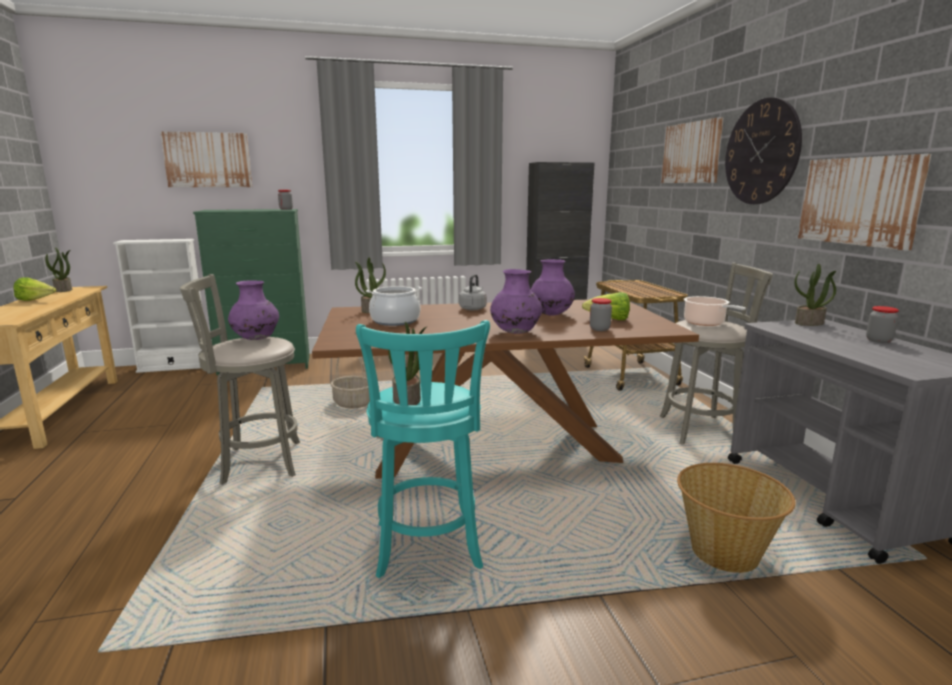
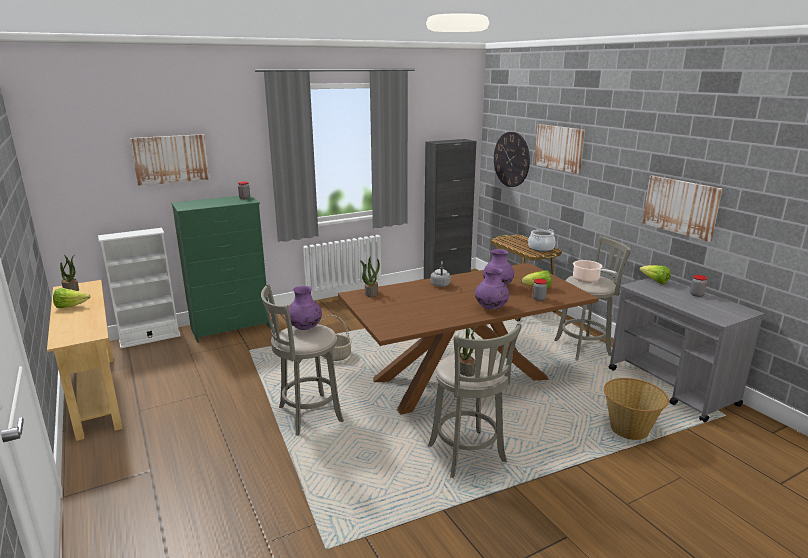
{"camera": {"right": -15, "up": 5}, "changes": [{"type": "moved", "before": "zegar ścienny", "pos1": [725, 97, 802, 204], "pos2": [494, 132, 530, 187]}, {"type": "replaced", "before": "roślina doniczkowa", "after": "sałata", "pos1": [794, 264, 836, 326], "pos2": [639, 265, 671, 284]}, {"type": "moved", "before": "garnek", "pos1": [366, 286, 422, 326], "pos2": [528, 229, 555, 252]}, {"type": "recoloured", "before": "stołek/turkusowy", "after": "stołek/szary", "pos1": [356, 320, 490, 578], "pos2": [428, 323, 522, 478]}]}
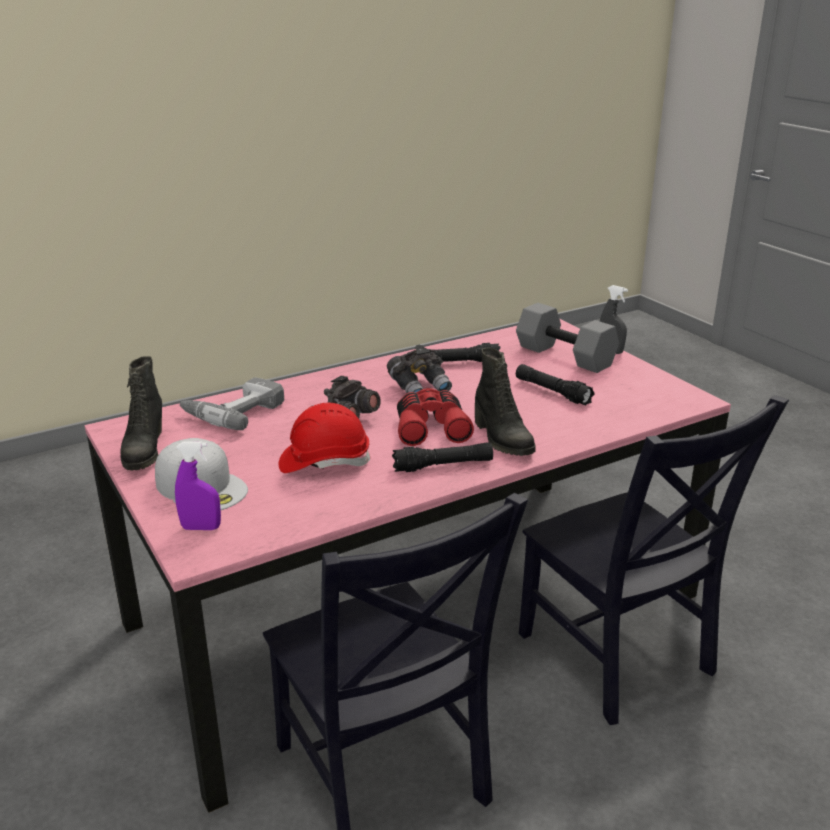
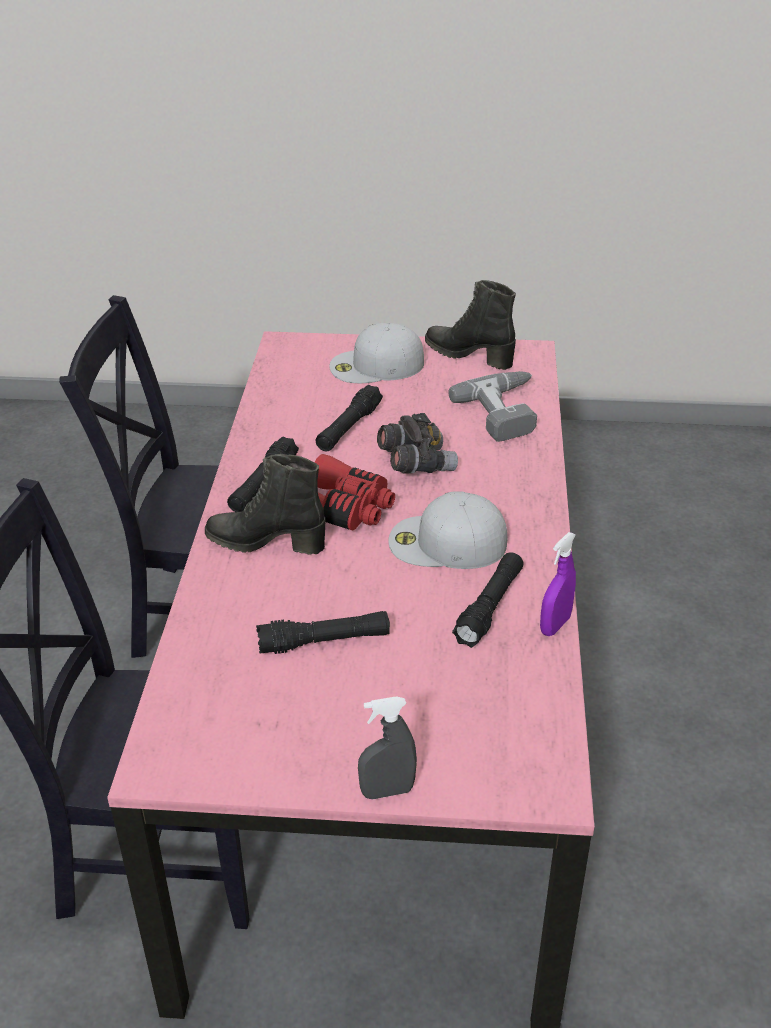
{"camera": {"right": 125, "up": 10}, "changes": [{"type": "removed", "before": "hantel/szary", "pos1": [516, 303, 619, 373]}, {"type": "replaced", "before": "lornetka/szary", "after": "czapka z daszkiem/biały", "pos1": [387, 345, 452, 393], "pos2": [388, 491, 507, 569]}, {"type": "replaced", "before": "kask/czerwony", "after": "latarka/czarny", "pos1": [279, 403, 370, 473], "pos2": [316, 385, 383, 452]}, {"type": "moved", "before": "spryskiwacz/fioletowy", "pos1": [175, 442, 221, 530], "pos2": [540, 532, 576, 636]}]}
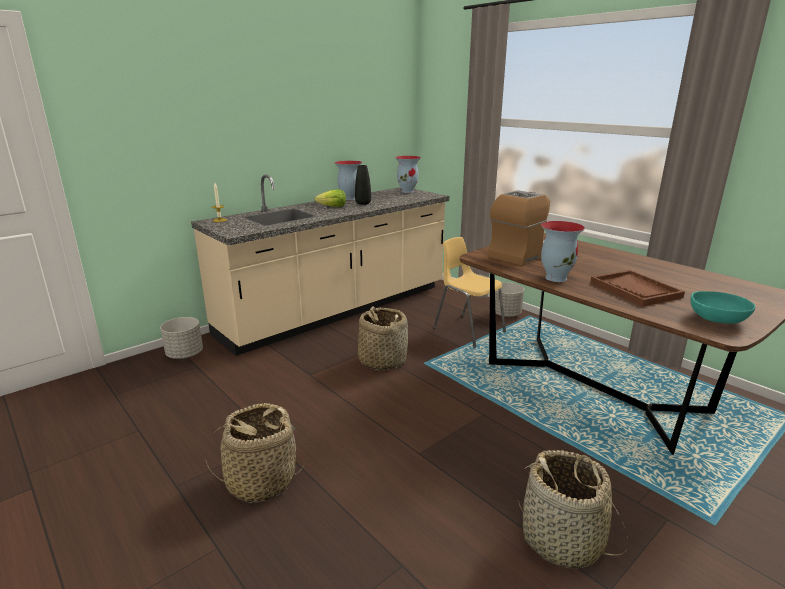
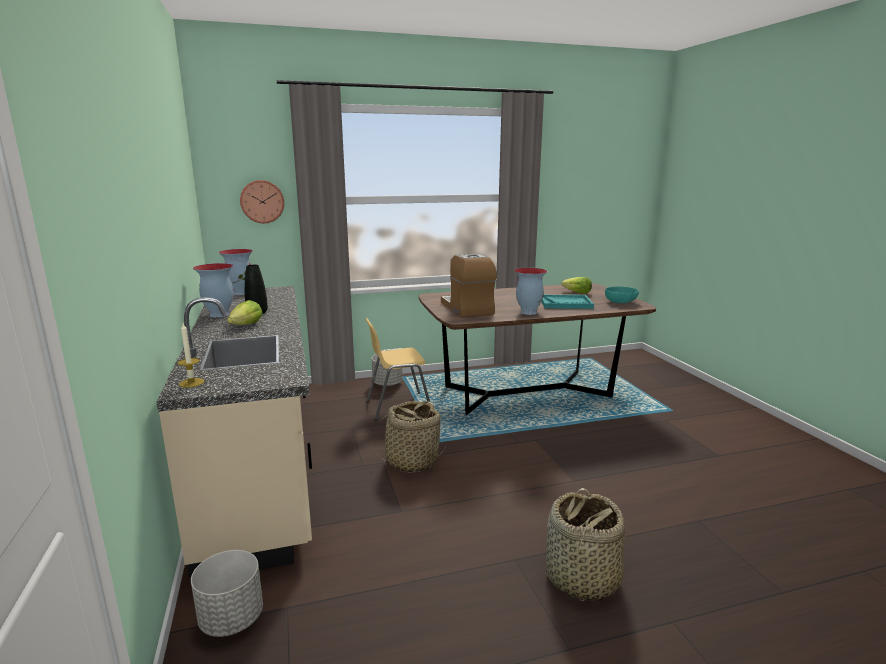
{"camera": {"right": -65, "up": -5}, "changes": [{"type": "recoloured", "before": "taca/brązowy", "after": "taca/turkusowy", "pos1": [590, 270, 685, 307], "pos2": [541, 295, 594, 309]}, {"type": "removed", "before": "koszyk", "pos1": [518, 450, 628, 569]}, {"type": "added", "after": "zegar ścienny", "pos2": [240, 180, 284, 223]}, {"type": "added", "after": "sałata", "pos2": [561, 277, 592, 294]}]}
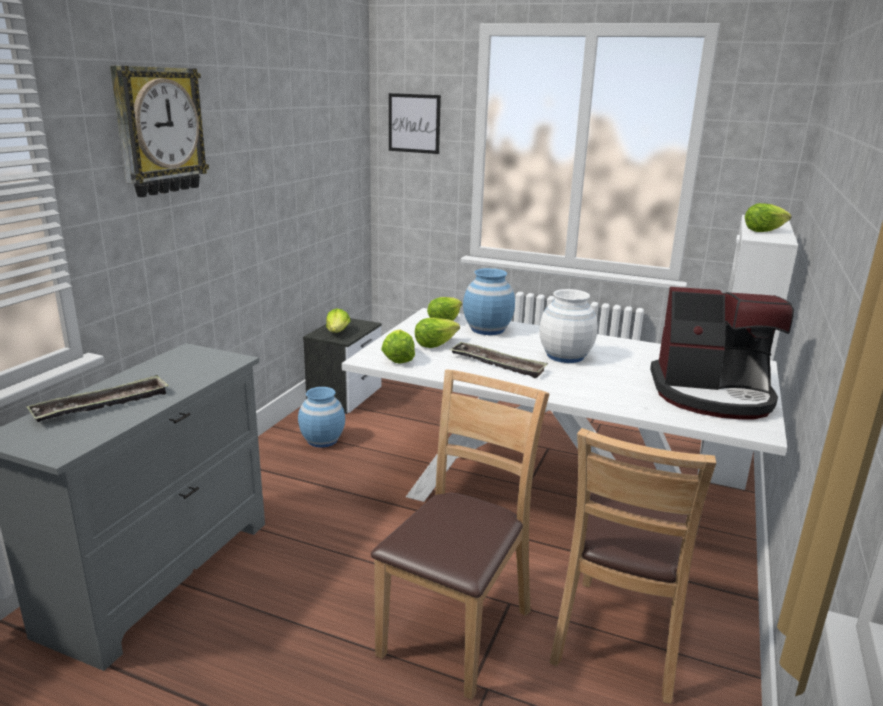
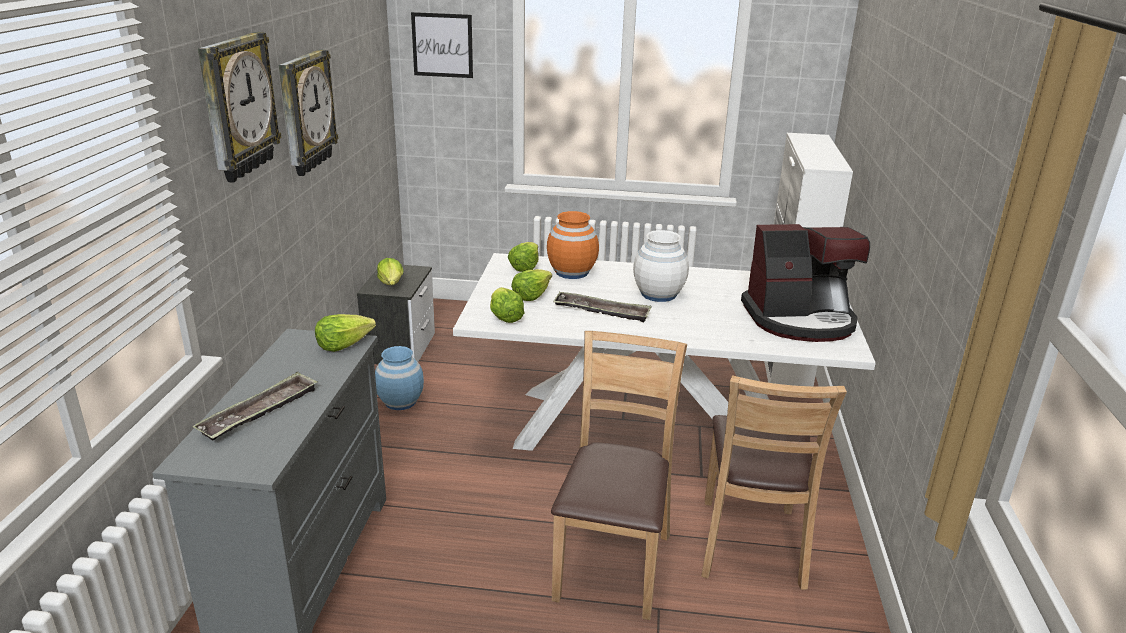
{"camera": {"right": -15, "up": 5}, "changes": [{"type": "moved", "before": "sałata", "pos1": [745, 203, 792, 232], "pos2": [315, 314, 376, 352]}, {"type": "recoloured", "before": "wazon/niebieski", "after": "wazon/pomarańczowy", "pos1": [463, 268, 515, 335], "pos2": [547, 211, 599, 279]}, {"type": "added", "after": "zegar ścienny", "pos2": [279, 49, 338, 176]}]}
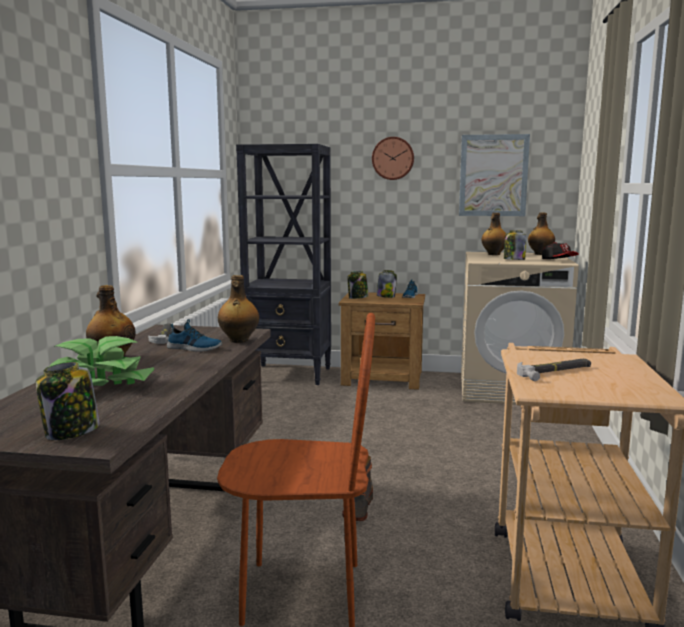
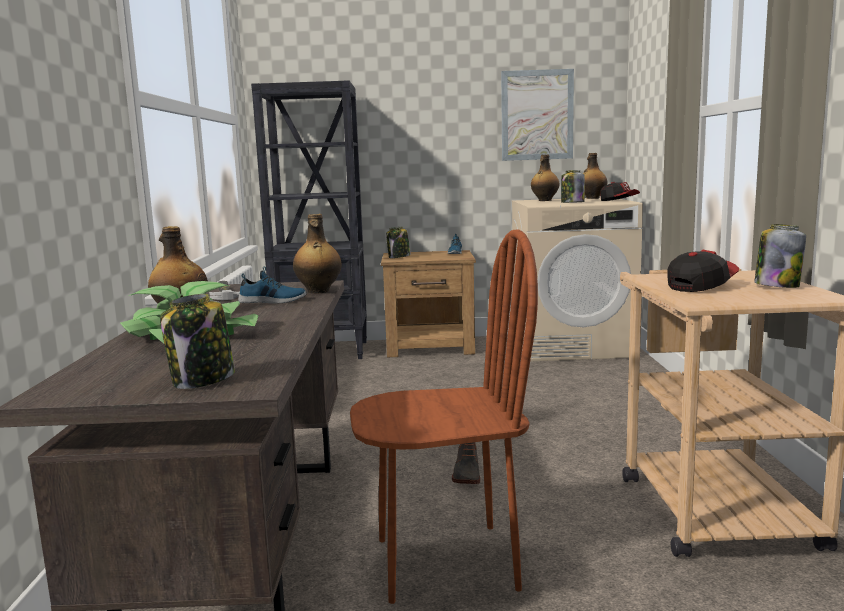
{"camera": {"right": -10, "up": 0}, "changes": [{"type": "removed", "before": "zegar ścienny", "pos1": [372, 137, 414, 180]}, {"type": "moved", "before": "słoik", "pos1": [377, 270, 397, 298], "pos2": [754, 224, 806, 288]}, {"type": "replaced", "before": "młotek", "after": "czapka z daszkiem", "pos1": [517, 359, 591, 381], "pos2": [668, 250, 739, 292]}]}
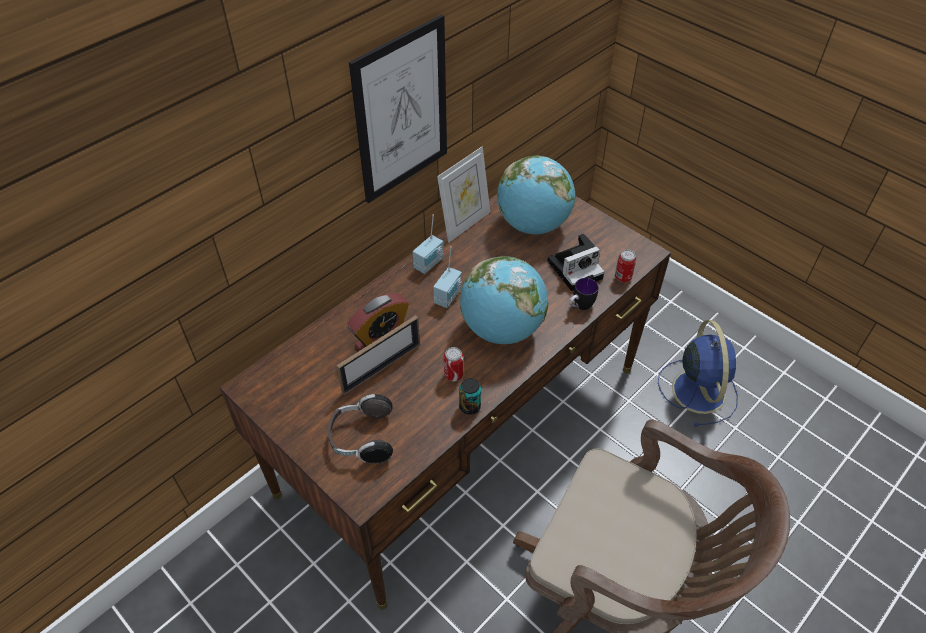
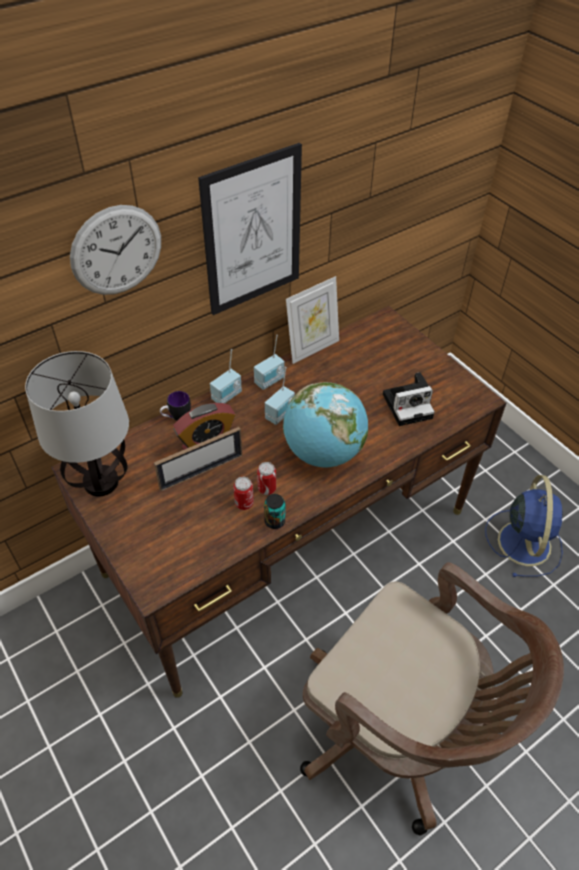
{"camera": {"right": 10, "up": 0}, "changes": [{"type": "removed", "before": "globus", "pos1": [497, 155, 576, 234]}, {"type": "moved", "before": "puszka", "pos1": [615, 250, 636, 282], "pos2": [233, 477, 254, 510]}, {"type": "moved", "before": "kubek", "pos1": [569, 278, 598, 310], "pos2": [160, 391, 191, 421]}, {"type": "removed", "before": "słuchawki", "pos1": [328, 394, 393, 464]}, {"type": "added", "after": "zegar ścienny", "pos2": [70, 205, 161, 295]}, {"type": "added", "after": "radio", "pos2": [210, 349, 242, 403]}, {"type": "added", "after": "lampa stołowa", "pos2": [25, 351, 129, 496]}]}
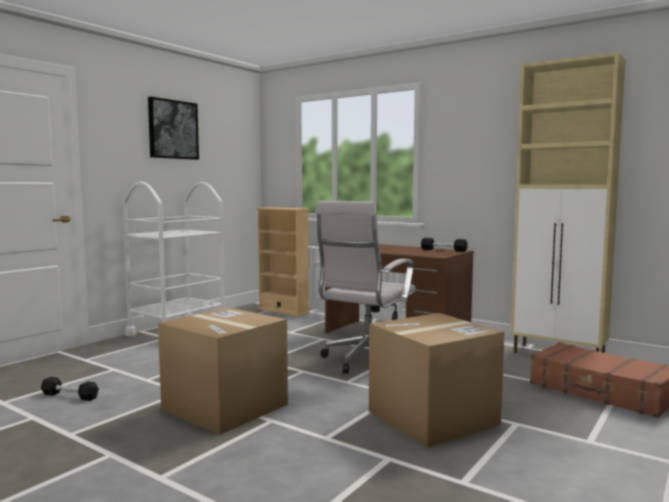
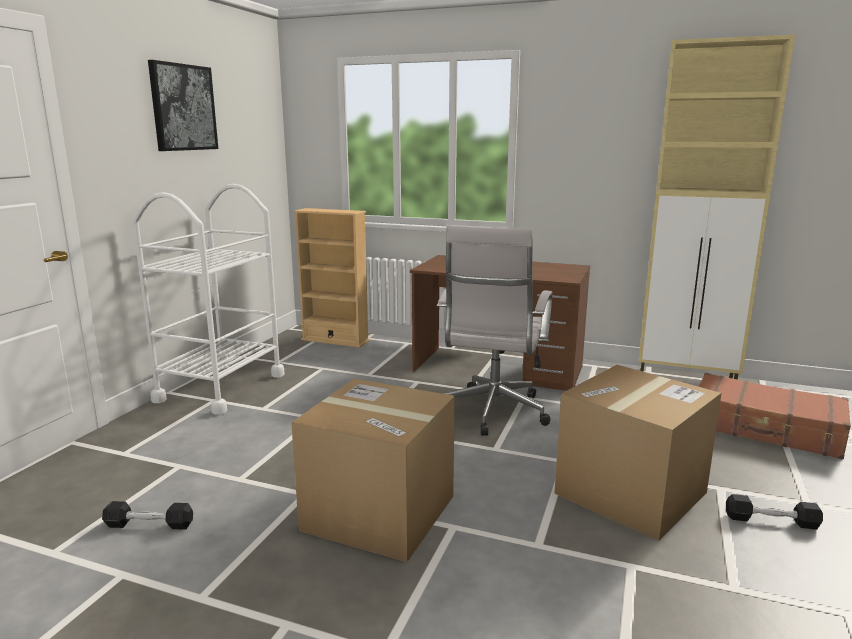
{"camera": {"right": -15, "up": 10}, "changes": [{"type": "moved", "before": "hantel/czarny", "pos1": [421, 238, 468, 252], "pos2": [726, 494, 823, 530]}]}
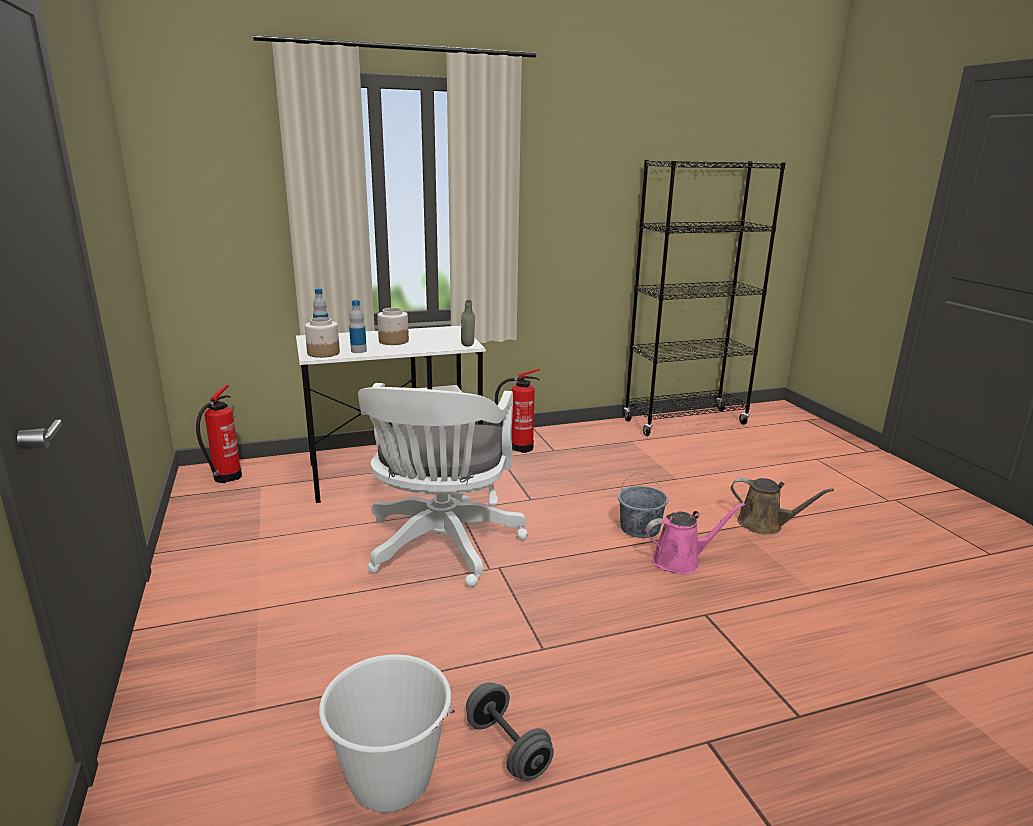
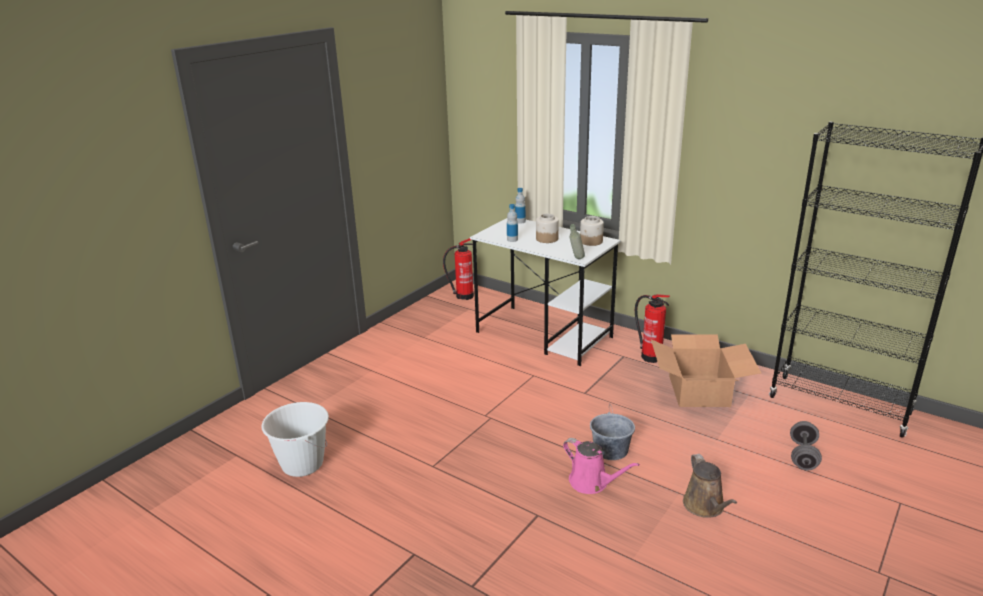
{"camera": {"right": 55, "up": 5}, "changes": [{"type": "moved", "before": "słoik", "pos1": [305, 317, 340, 358], "pos2": [580, 216, 604, 246]}, {"type": "removed", "before": "krzesło biurowe/biały", "pos1": [358, 383, 528, 587]}, {"type": "moved", "before": "hantel/szary", "pos1": [466, 682, 554, 780], "pos2": [790, 421, 822, 471]}, {"type": "added", "after": "karton", "pos2": [651, 334, 761, 407]}]}
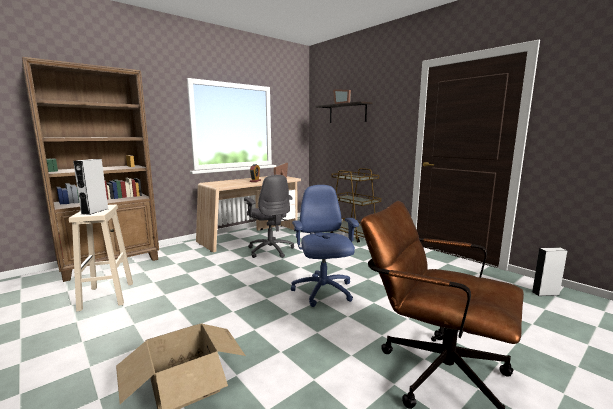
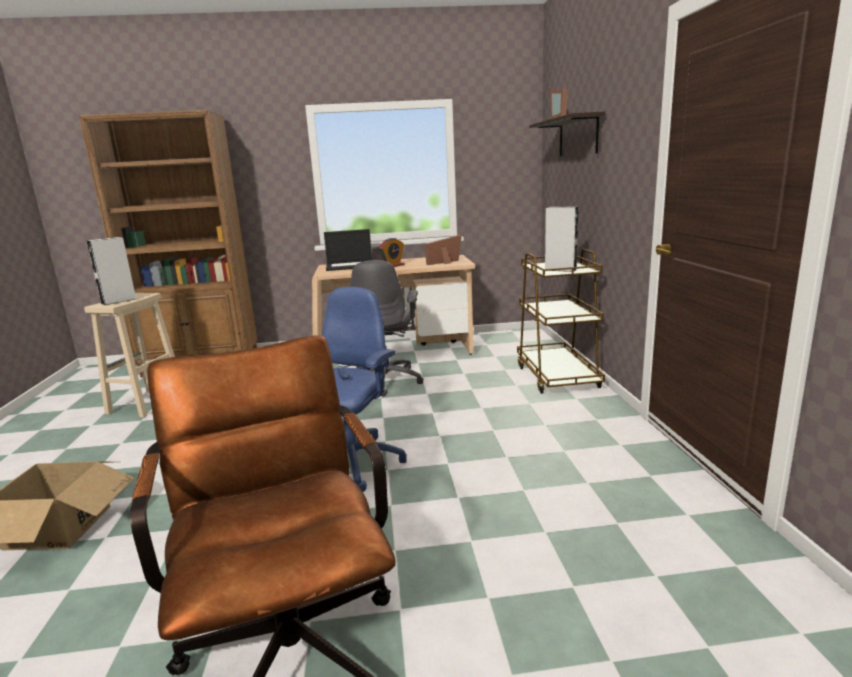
{"camera": {"right": 35, "up": 5}, "changes": [{"type": "moved", "before": "głośnik/szary", "pos1": [532, 247, 568, 296], "pos2": [545, 206, 578, 272]}, {"type": "added", "after": "laptop", "pos2": [324, 229, 372, 271]}]}
